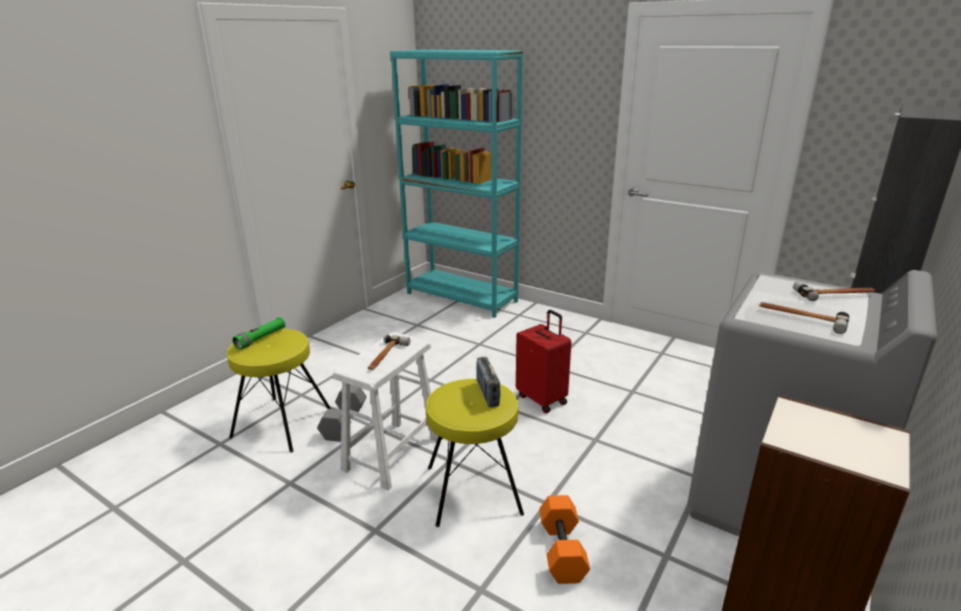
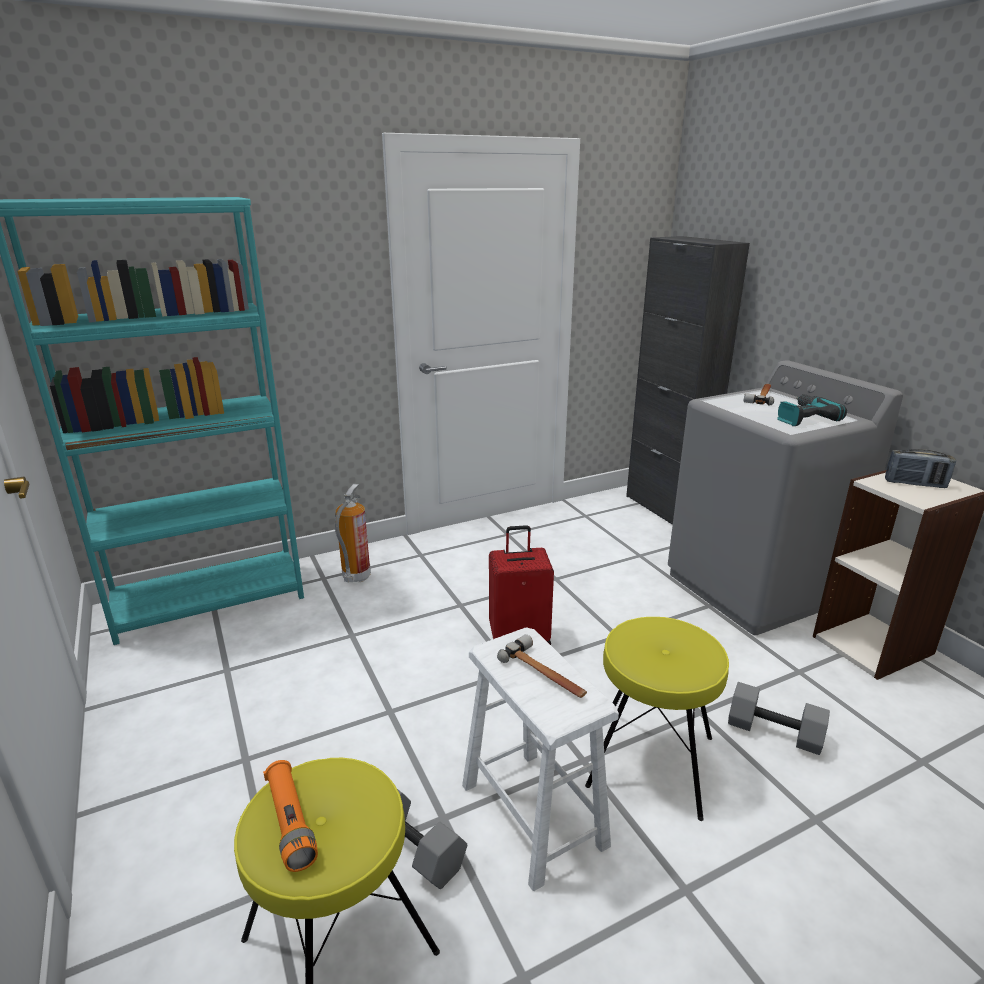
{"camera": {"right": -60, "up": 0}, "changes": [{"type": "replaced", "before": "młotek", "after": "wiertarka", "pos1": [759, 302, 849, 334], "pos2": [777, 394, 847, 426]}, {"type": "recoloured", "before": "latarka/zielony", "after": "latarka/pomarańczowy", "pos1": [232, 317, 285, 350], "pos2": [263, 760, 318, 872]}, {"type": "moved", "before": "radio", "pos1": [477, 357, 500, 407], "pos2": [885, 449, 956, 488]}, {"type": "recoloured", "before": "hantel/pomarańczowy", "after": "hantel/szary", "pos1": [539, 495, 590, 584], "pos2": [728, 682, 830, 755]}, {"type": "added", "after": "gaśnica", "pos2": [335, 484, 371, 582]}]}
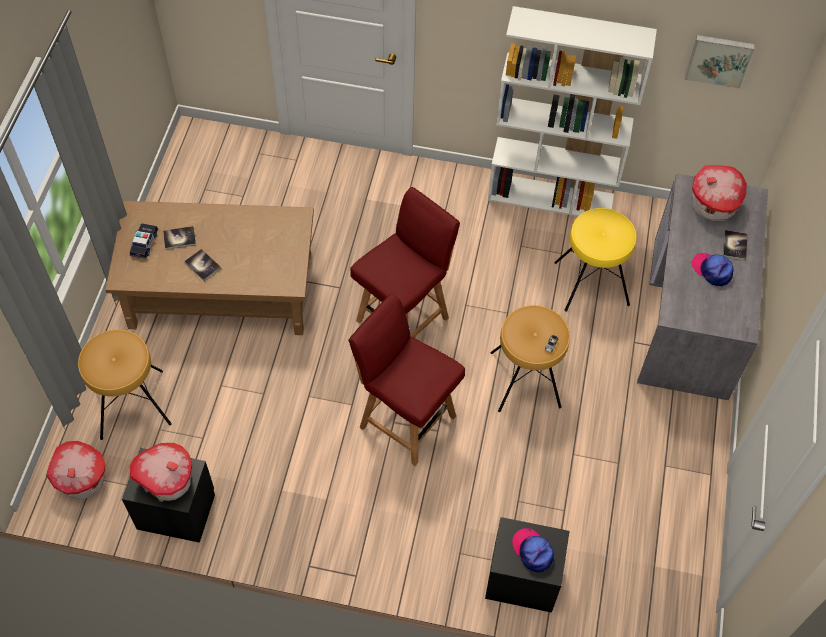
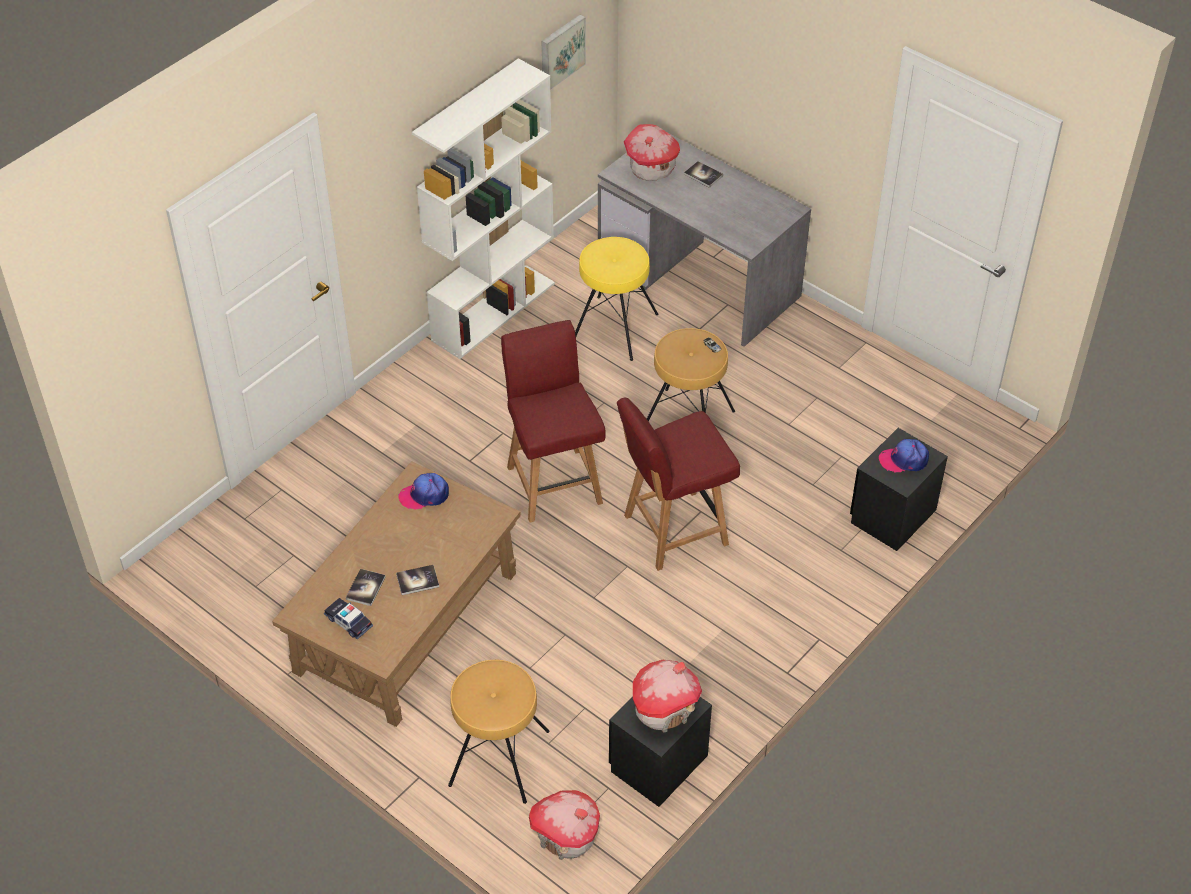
{"camera": {"right": -60, "up": -10}, "changes": [{"type": "moved", "before": "czapka z daszkiem", "pos1": [692, 253, 733, 286], "pos2": [398, 473, 449, 510]}]}
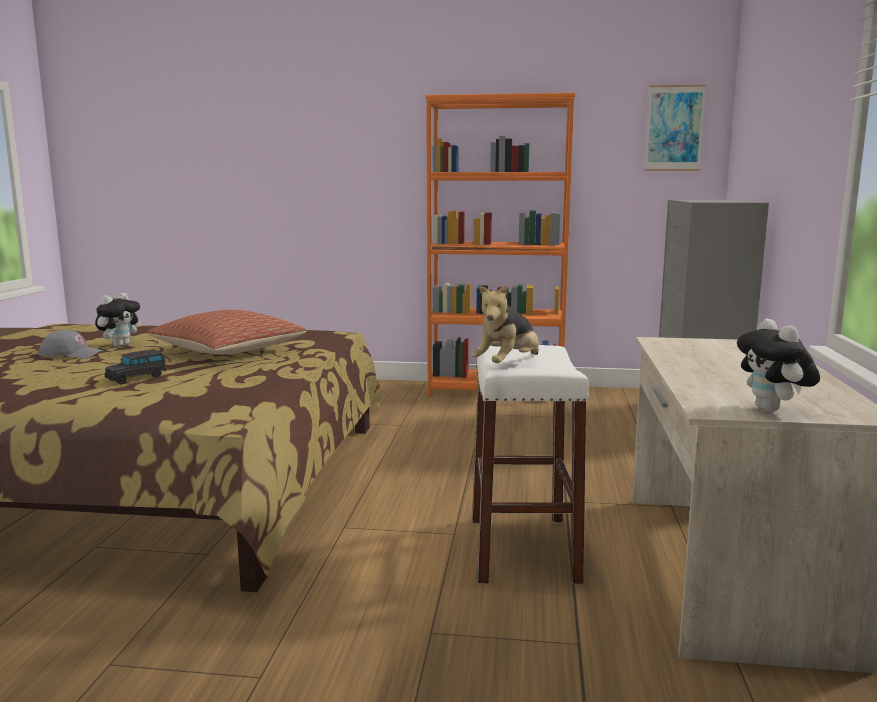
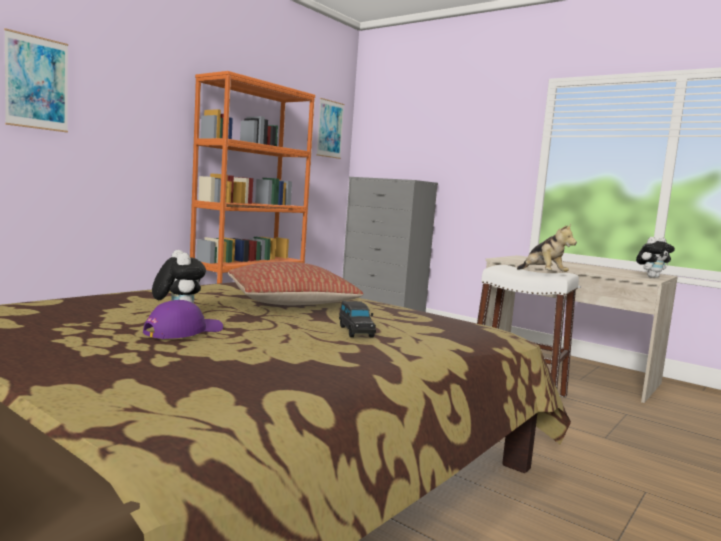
{"camera": {"right": -60, "up": -5}, "changes": [{"type": "turned", "before": "pluszak", "pos1": [737, 318, 820, 412], "pos2": [636, 237, 675, 278], "turn": -45}, {"type": "recoloured", "before": "czapka z daszkiem/szary", "after": "czapka z daszkiem/fioletowy", "pos1": [38, 330, 104, 359], "pos2": [143, 300, 223, 339]}, {"type": "added", "after": "obraz", "pos2": [4, 28, 68, 132]}]}
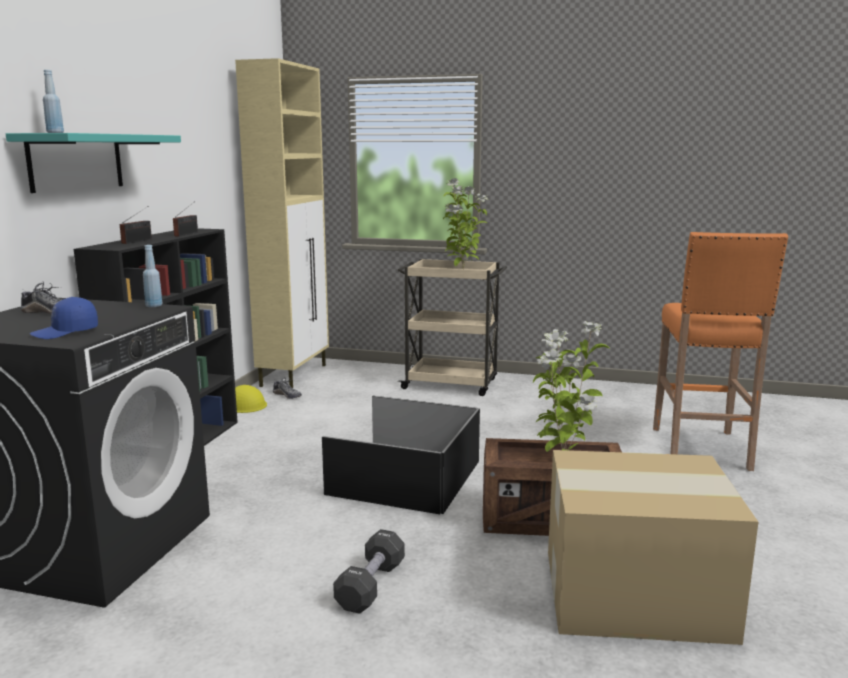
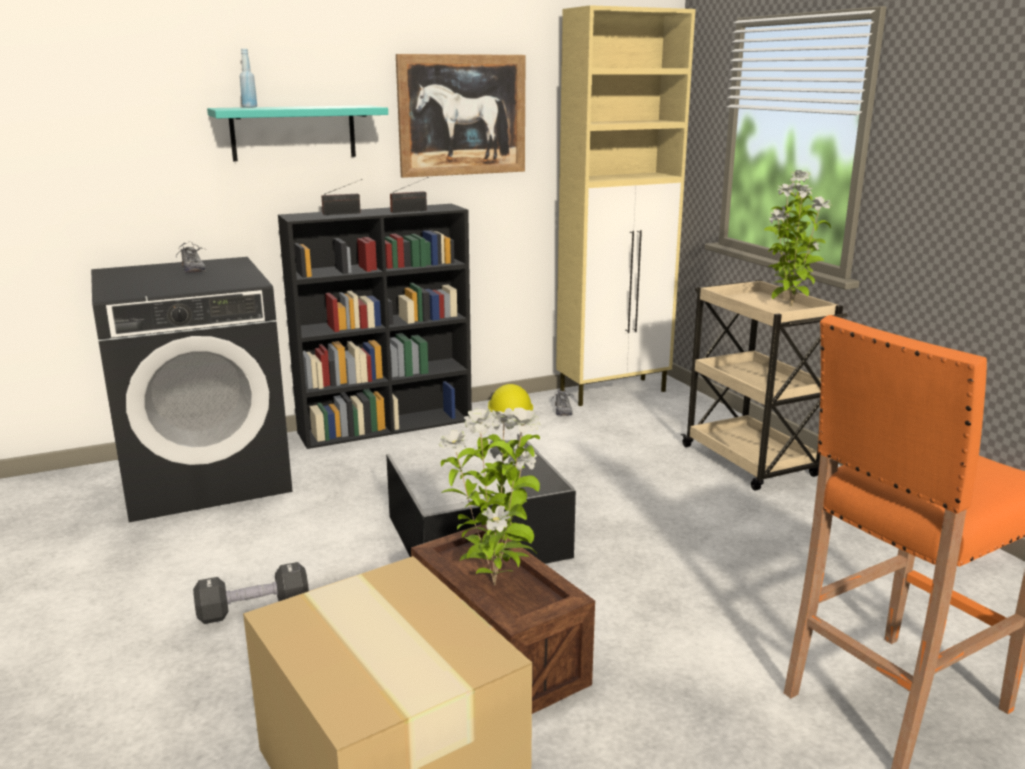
{"camera": {"right": 50, "up": 5}, "changes": [{"type": "removed", "before": "butelka/niebieski", "pos1": [143, 245, 162, 307]}, {"type": "removed", "before": "czapka z daszkiem/niebieski", "pos1": [30, 297, 98, 339]}, {"type": "added", "after": "obraz", "pos2": [396, 54, 526, 178]}]}
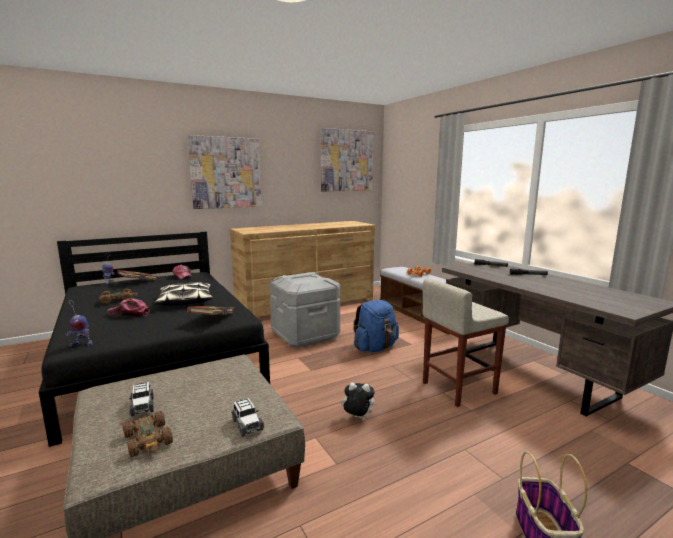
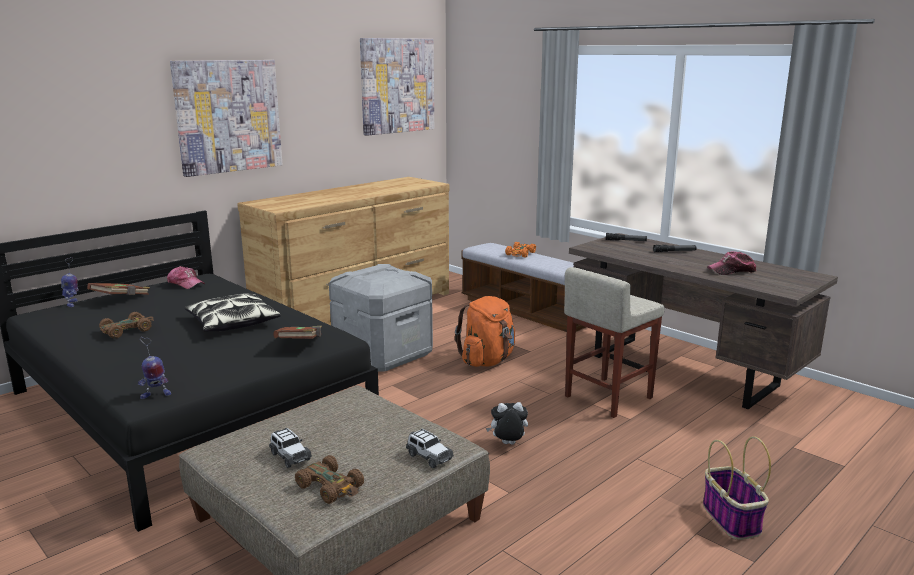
{"camera": {"right": -15, "up": 5}, "changes": [{"type": "moved", "before": "czapka z daszkiem", "pos1": [107, 299, 150, 317], "pos2": [707, 251, 756, 275]}, {"type": "recoloured", "before": "plecak/niebieski", "after": "plecak/pomarańczowy", "pos1": [353, 300, 399, 352], "pos2": [455, 296, 515, 367]}]}
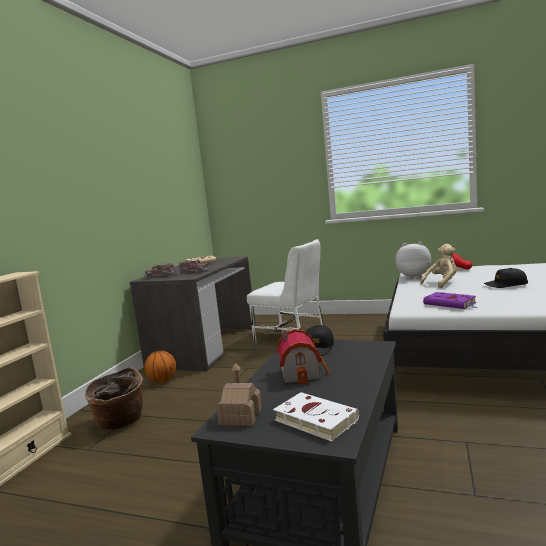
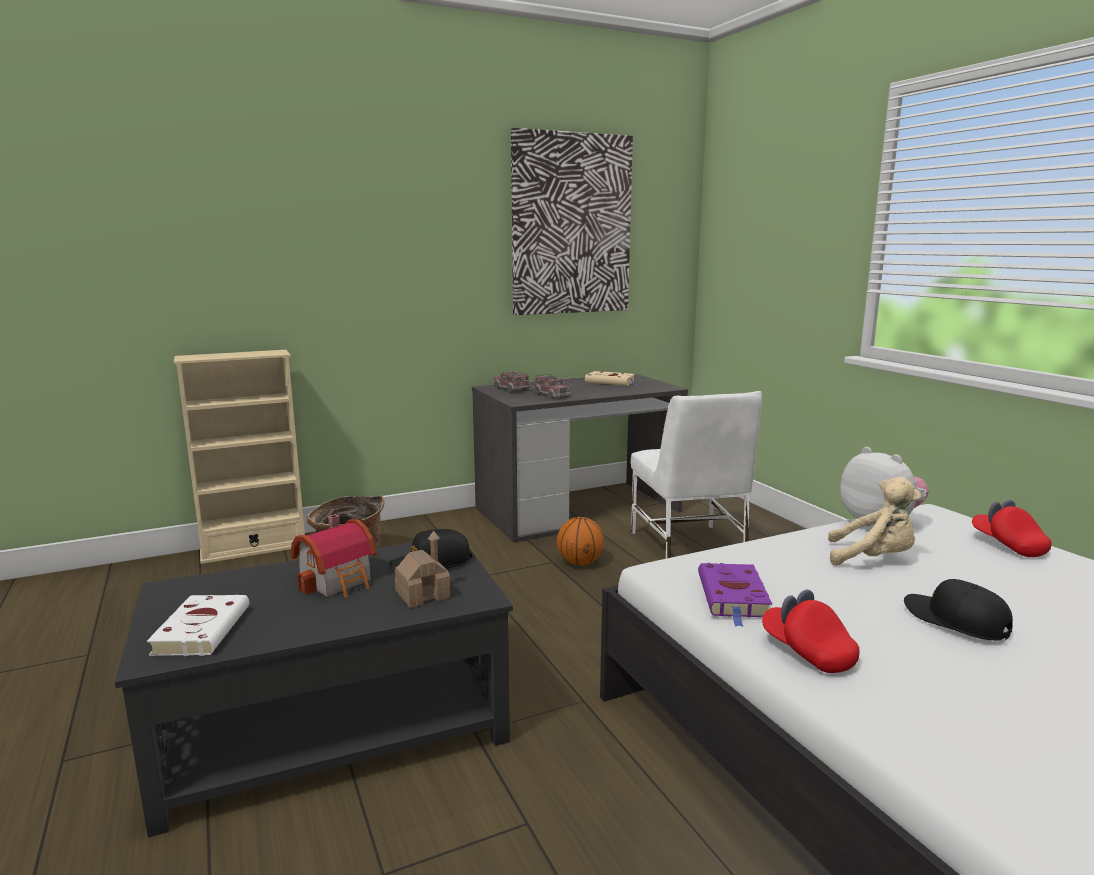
{"camera": {"right": 45, "up": 5}, "changes": [{"type": "moved", "before": "piłka do koszykówki", "pos1": [144, 350, 176, 383], "pos2": [557, 517, 604, 565]}, {"type": "moved", "before": "domek", "pos1": [217, 363, 262, 426], "pos2": [395, 531, 450, 608]}, {"type": "added", "after": "obraz", "pos2": [511, 128, 633, 315]}, {"type": "added", "after": "czapka z daszkiem/czerwony", "pos2": [762, 590, 859, 673]}]}
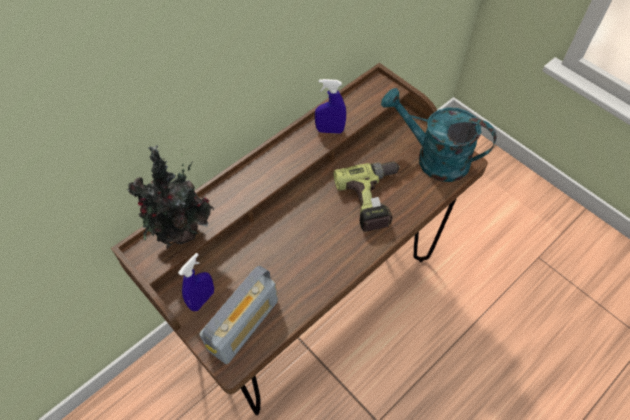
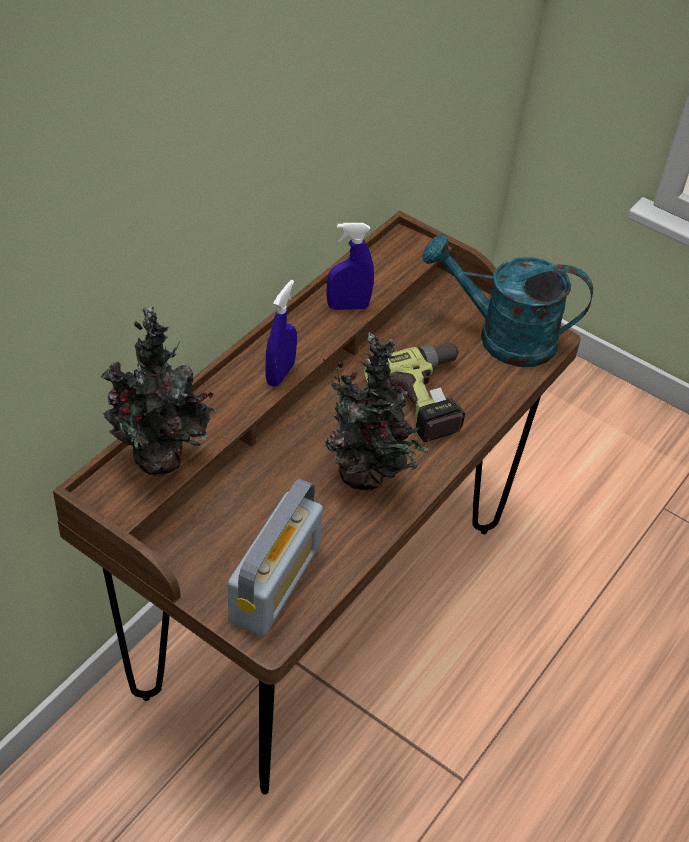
{"camera": {"right": -15, "up": -10}, "changes": [{"type": "moved", "before": "spryskiwacz/niebieski", "pos1": [178, 253, 214, 311], "pos2": [265, 280, 297, 387]}, {"type": "added", "after": "roślina doniczkowa", "pos2": [323, 332, 429, 491]}]}
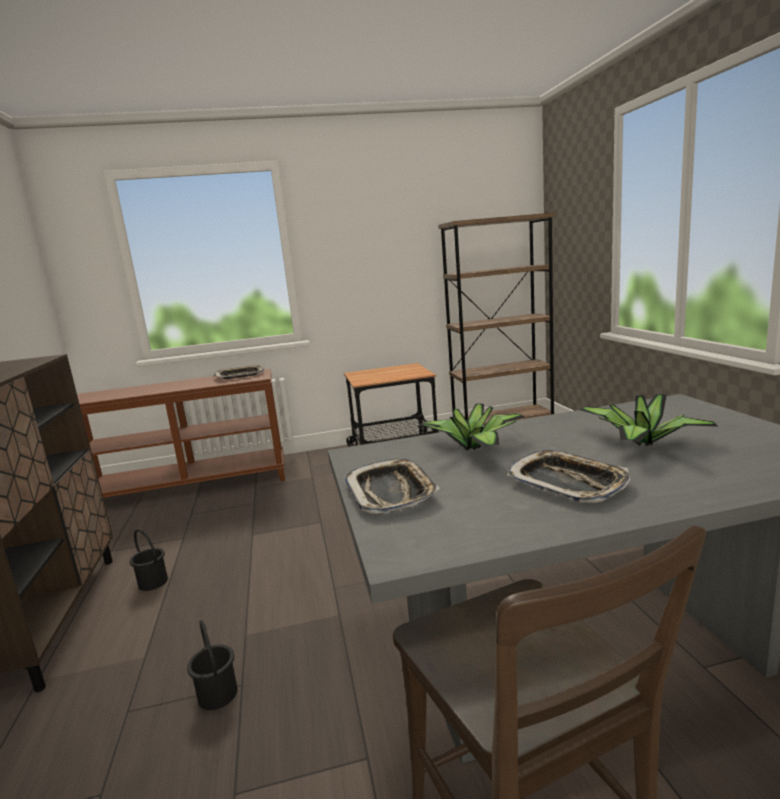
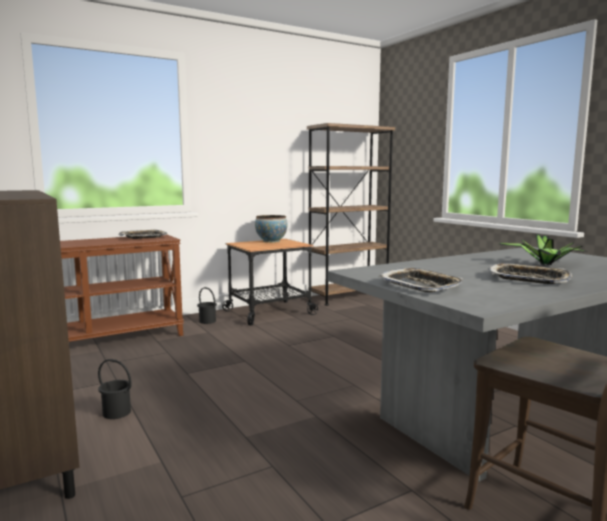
{"camera": {"right": -20, "up": -5}, "changes": [{"type": "removed", "before": "roślina doniczkowa", "pos1": [420, 403, 524, 451]}, {"type": "moved", "before": "wiadro/czarny", "pos1": [187, 620, 238, 710], "pos2": [197, 287, 217, 324]}, {"type": "added", "after": "miska", "pos2": [255, 215, 288, 243]}]}
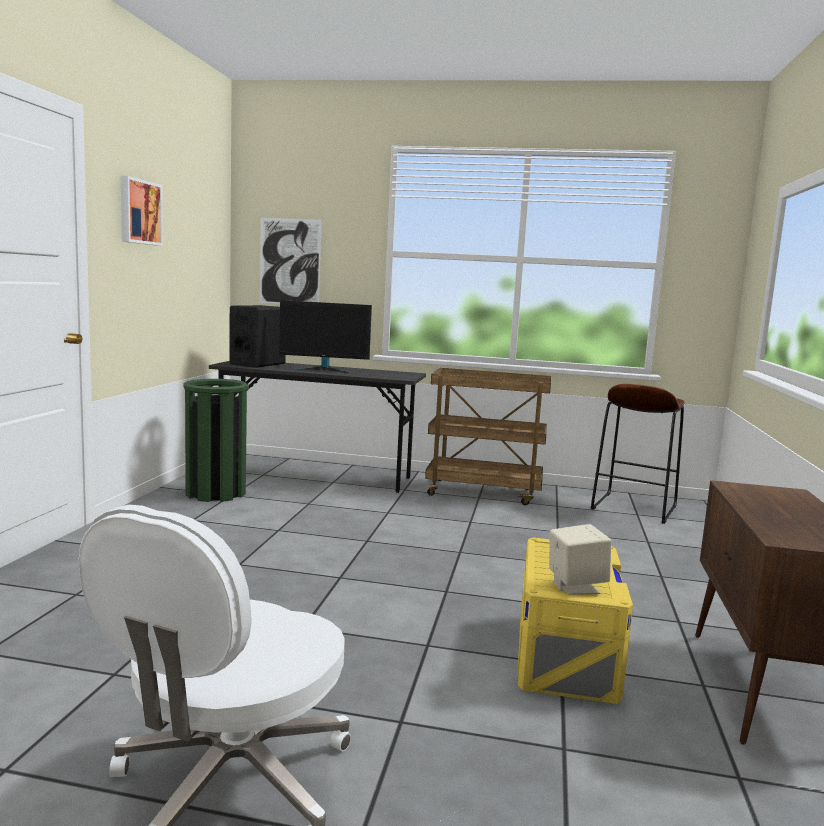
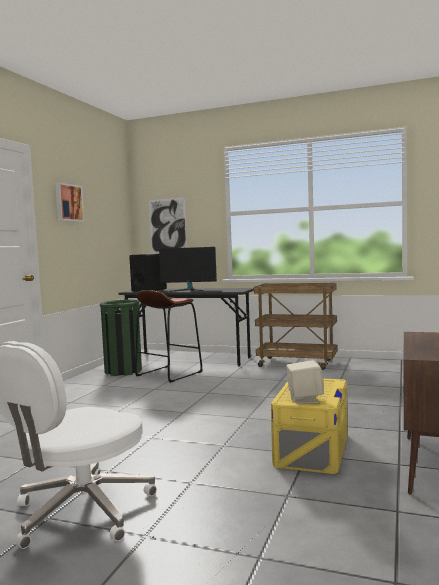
{"camera": {"right": 10, "up": -5}, "changes": [{"type": "moved", "before": "stołek/brązowy", "pos1": [591, 384, 685, 524], "pos2": [135, 290, 203, 383]}]}
